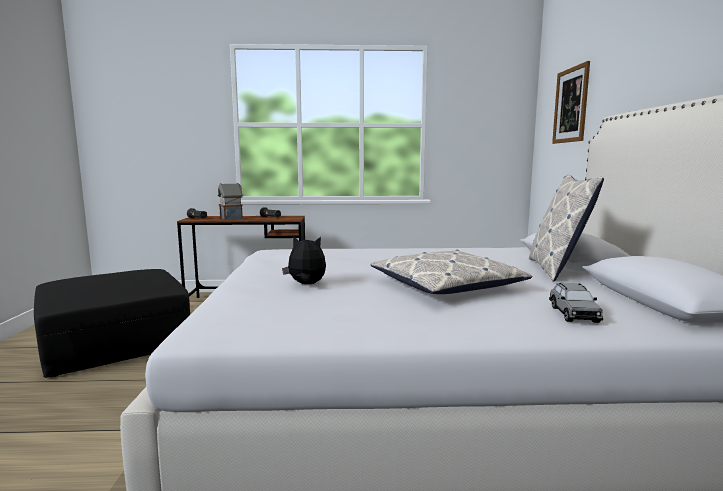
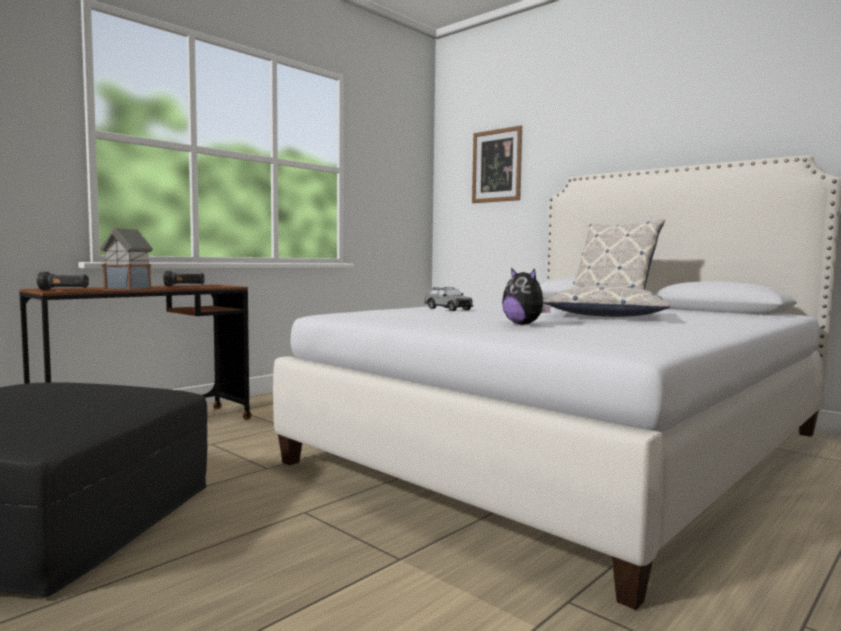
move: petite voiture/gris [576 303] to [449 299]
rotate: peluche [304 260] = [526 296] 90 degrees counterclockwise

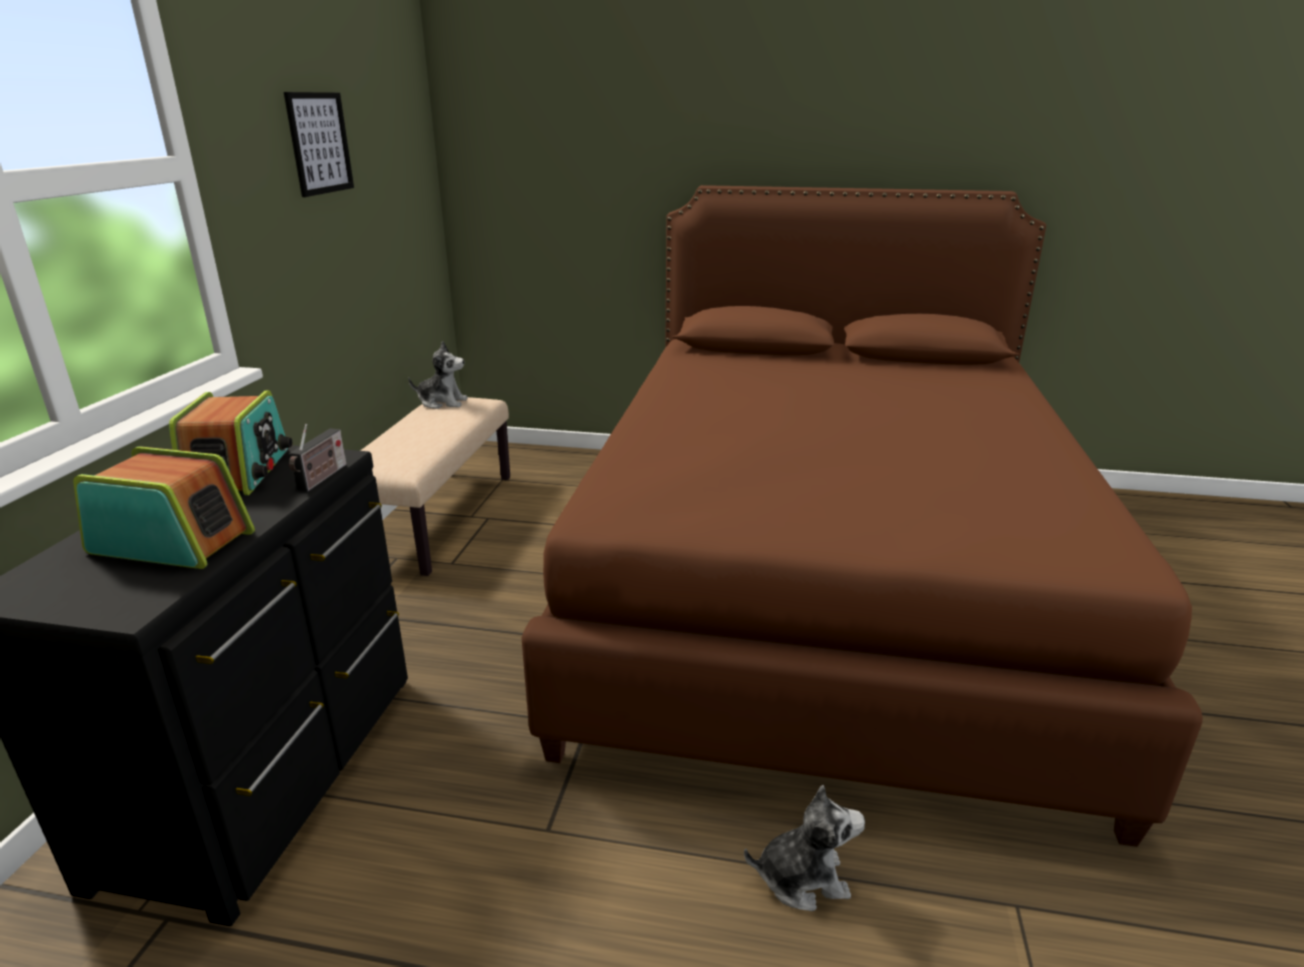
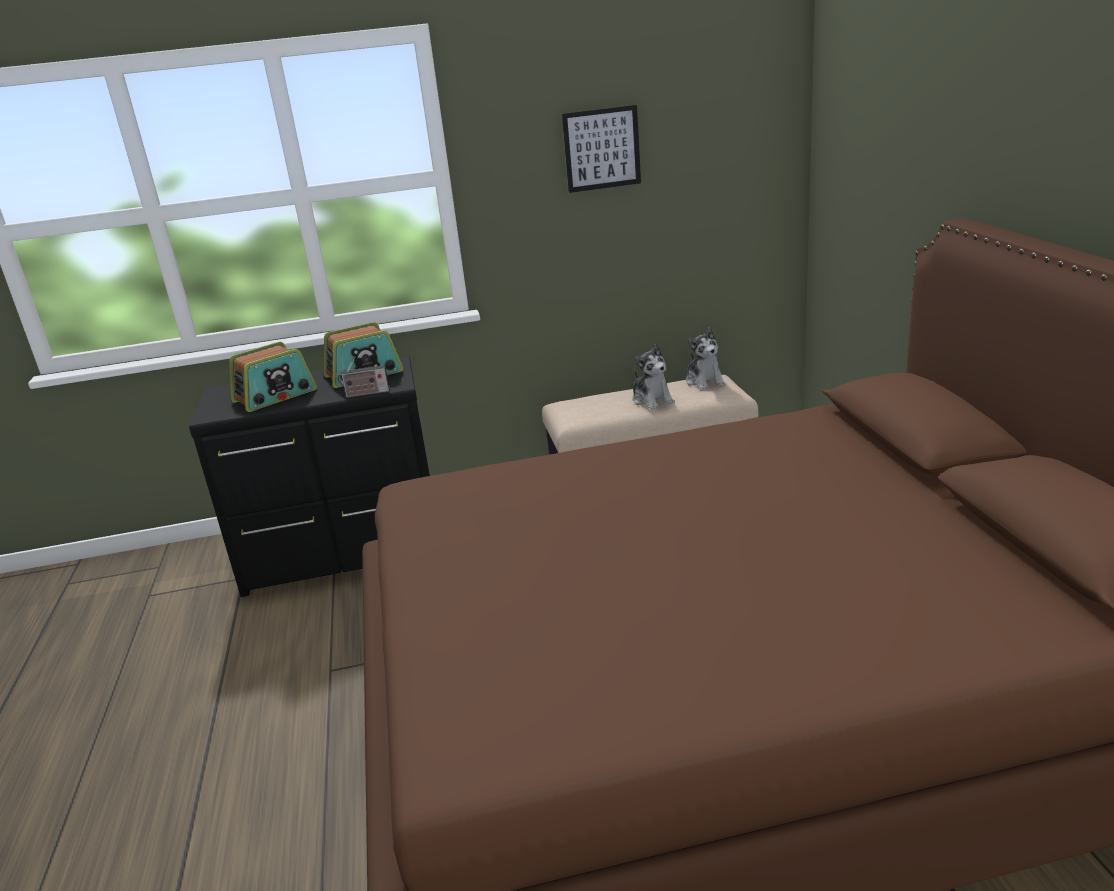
move: peluche [804 848] to [653 377]
rotate: radio [164 507] = [273 377] 60 degrees clockwise

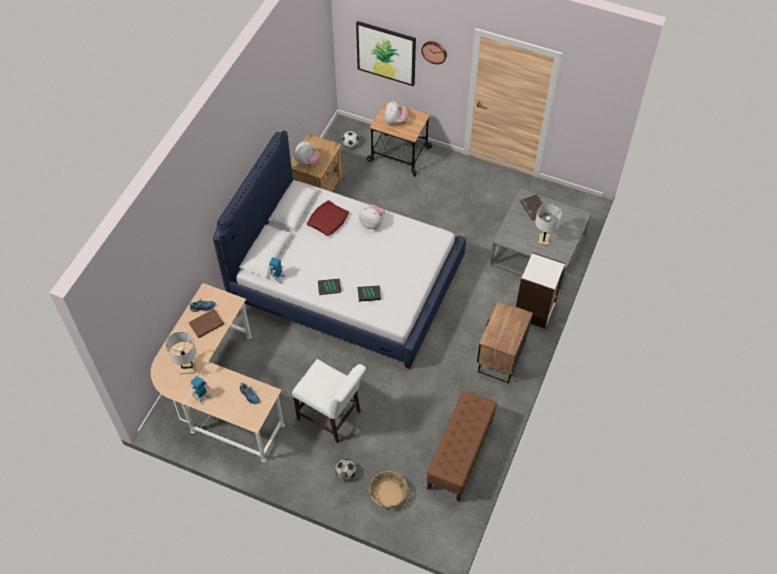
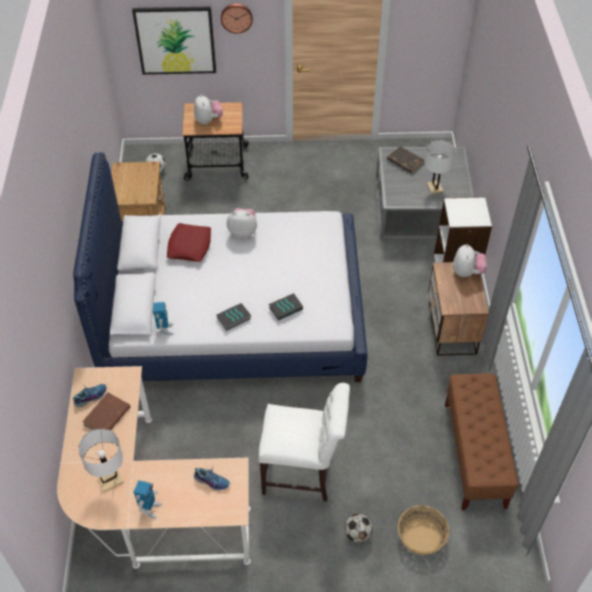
move: peluche [307 153] to [470 260]

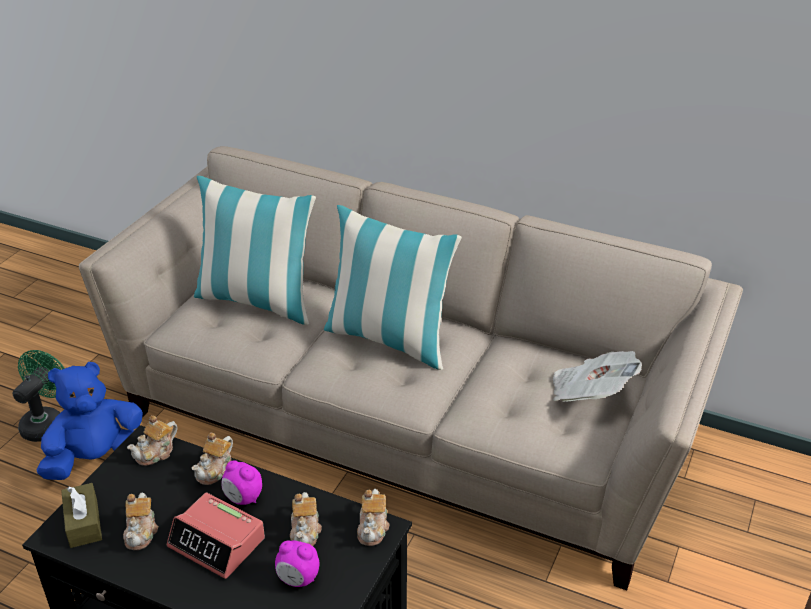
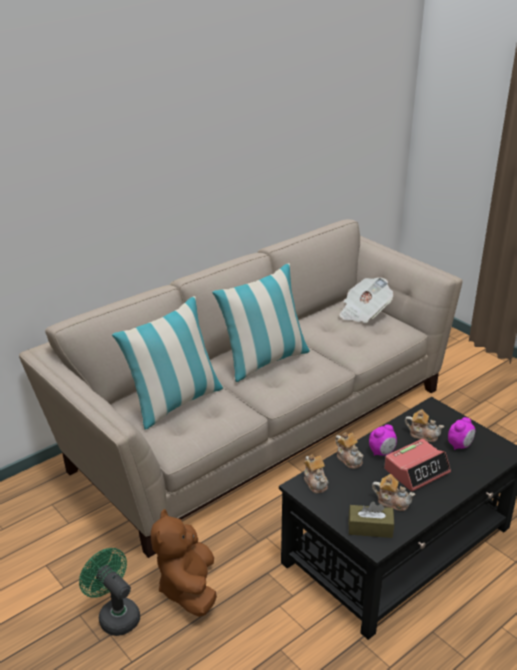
delete: théière [373 517]
recolor: peluche/bleu [89 421] to peluche/marron [184 563]

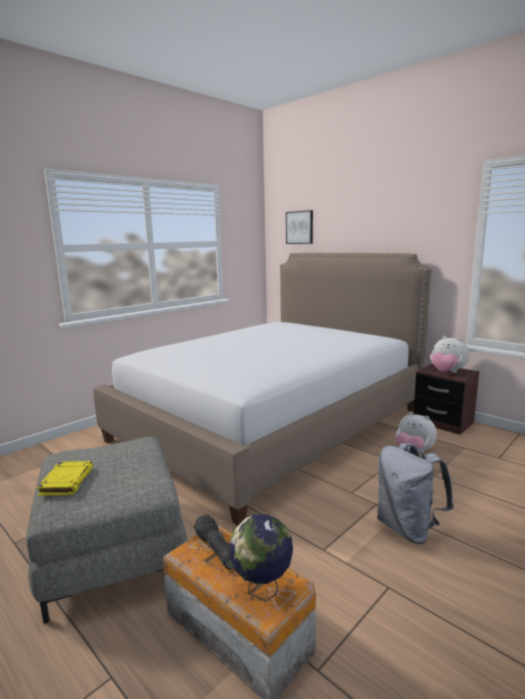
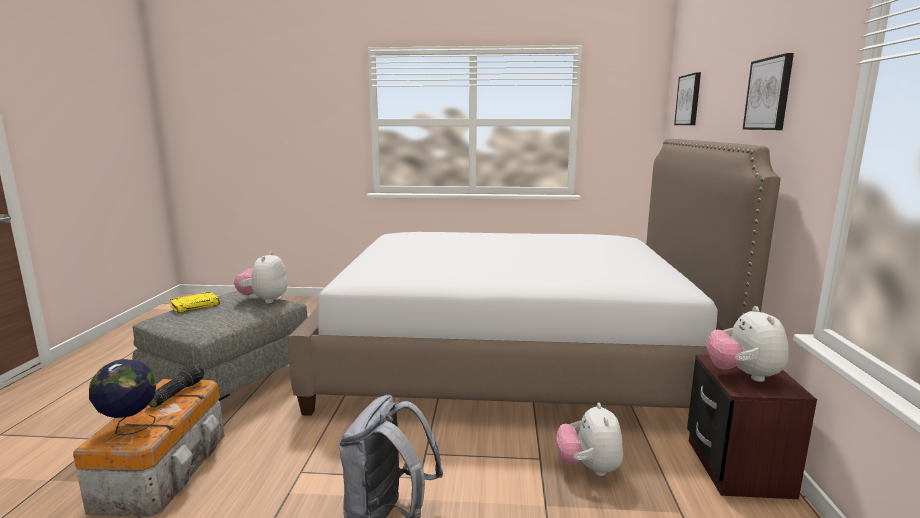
insert: peluche [261 277]; tableau [768 91]

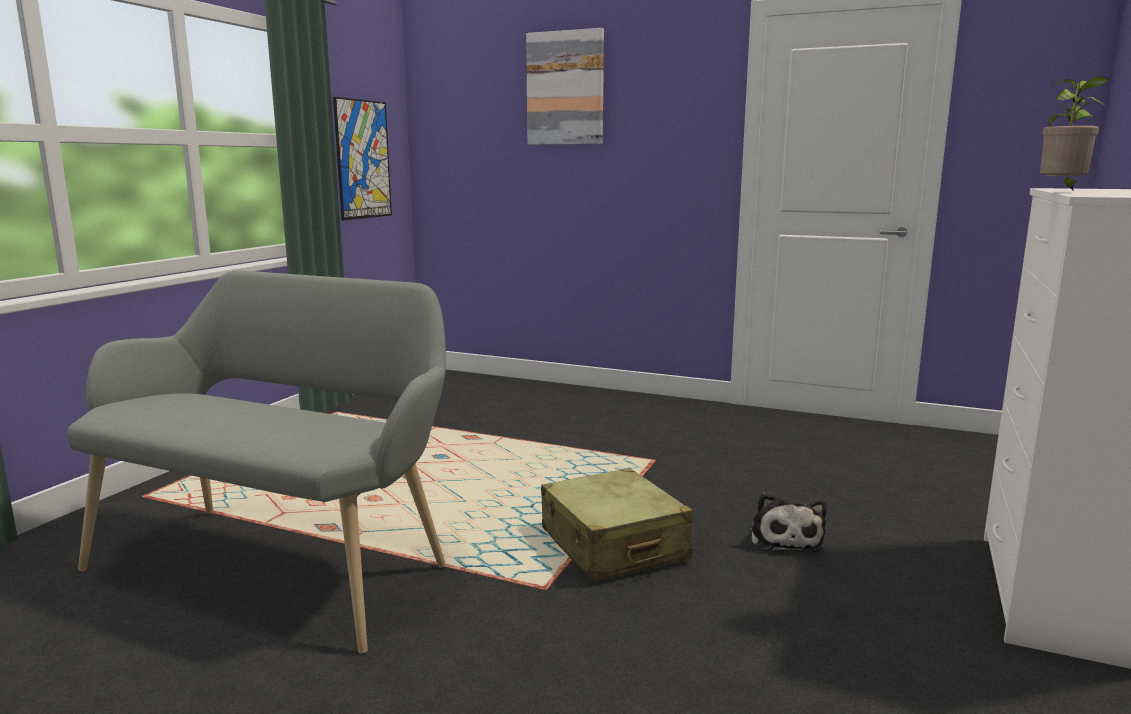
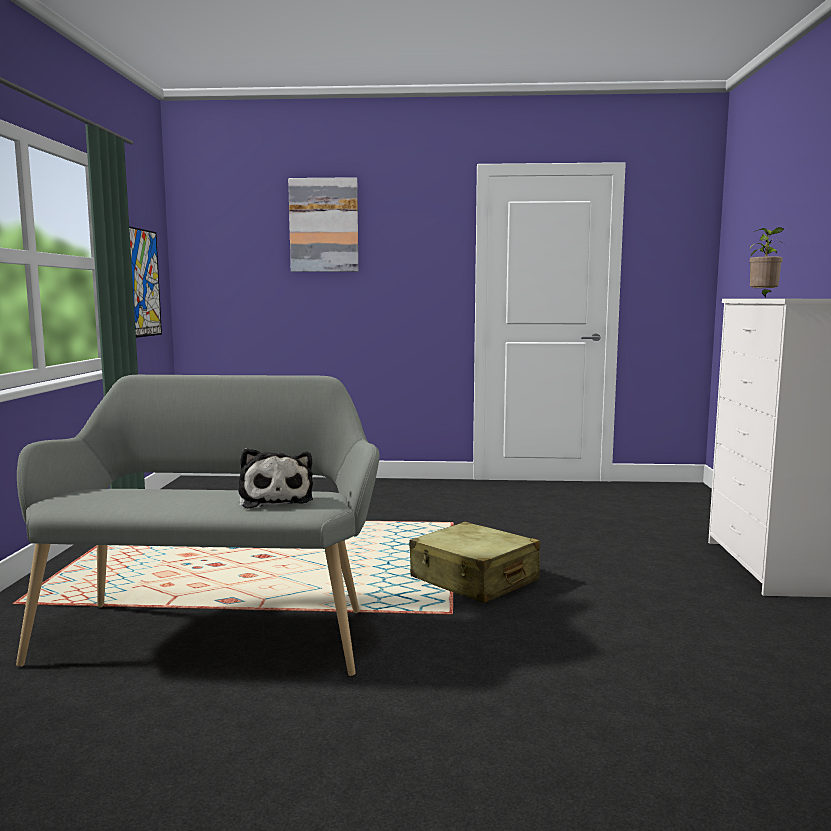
move: peluche [789 522] to [275 478]

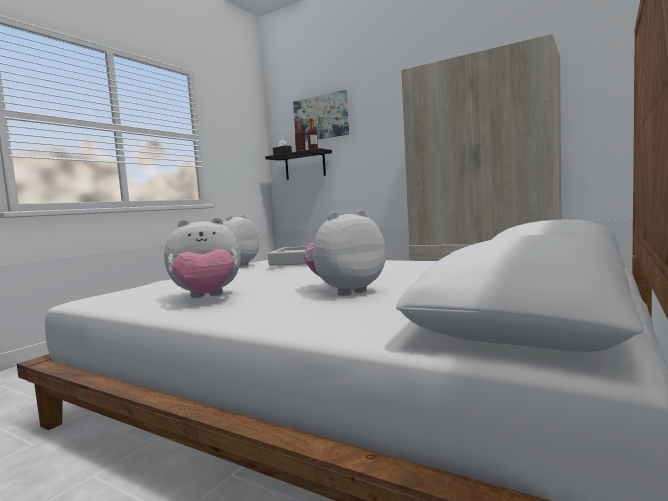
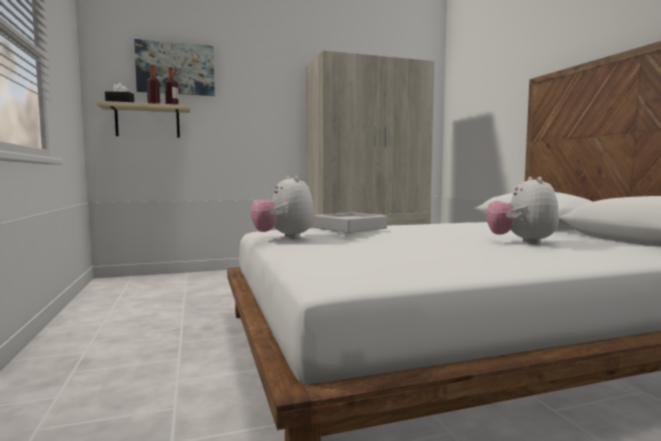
delete: peluche [202 257]
recolor: étagère/noir [298 164] to étagère/beige [143 119]

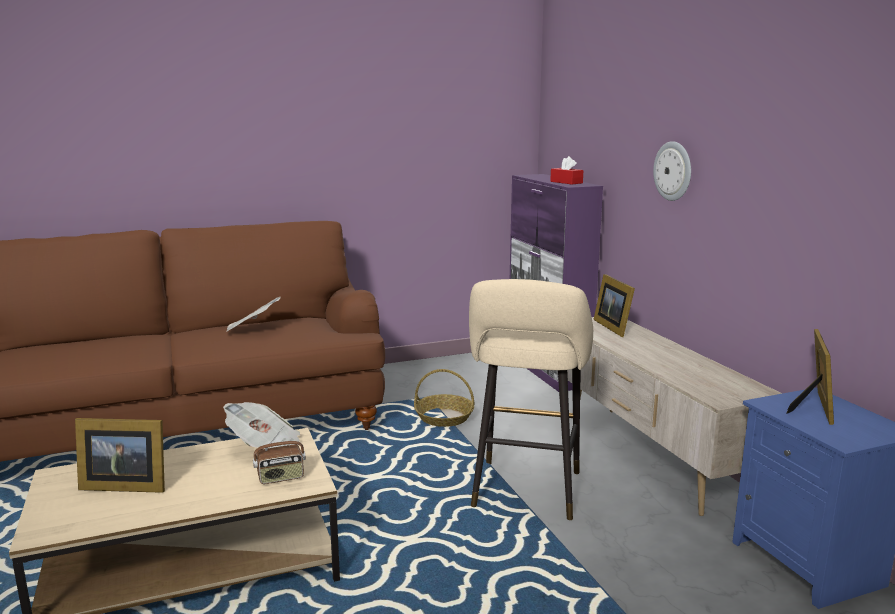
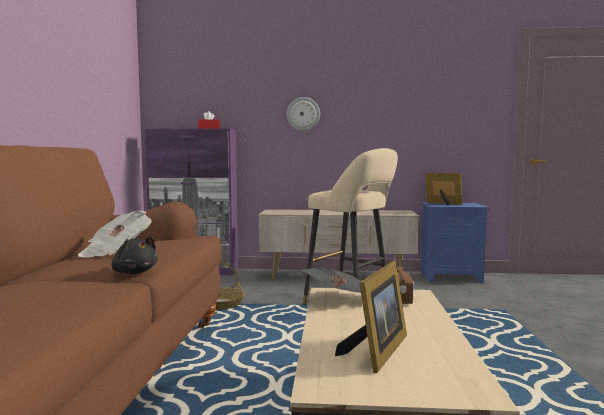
delete: cadre photo [614 305]
insert: peluche/noir [134 255]

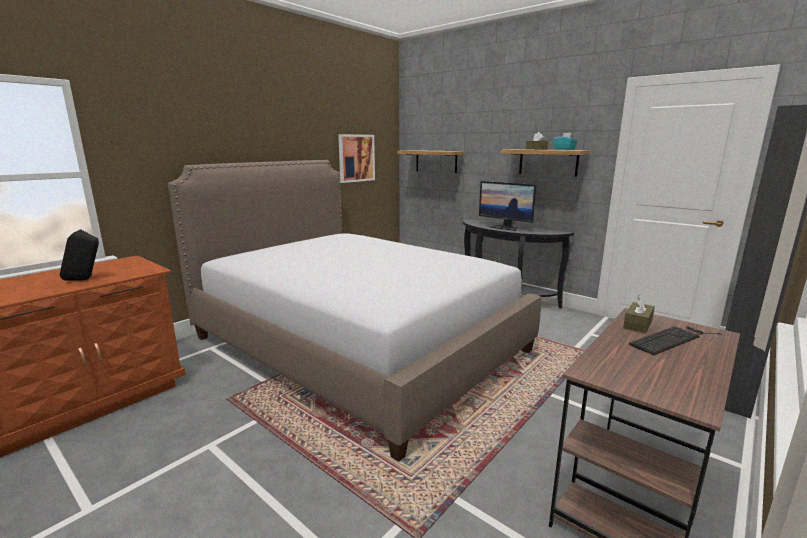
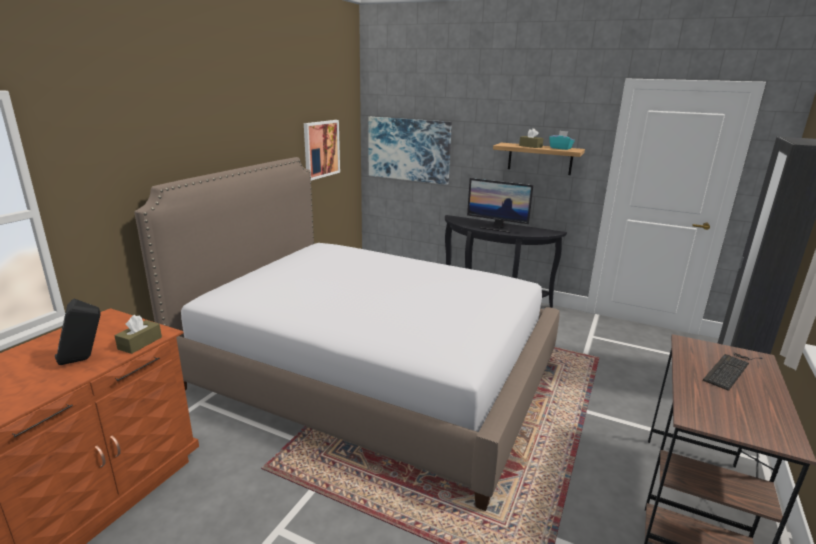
move: boîte à mouchoirs/marron [639 313] to [138 334]
replace: étagère [430 161] to tableau [410 151]

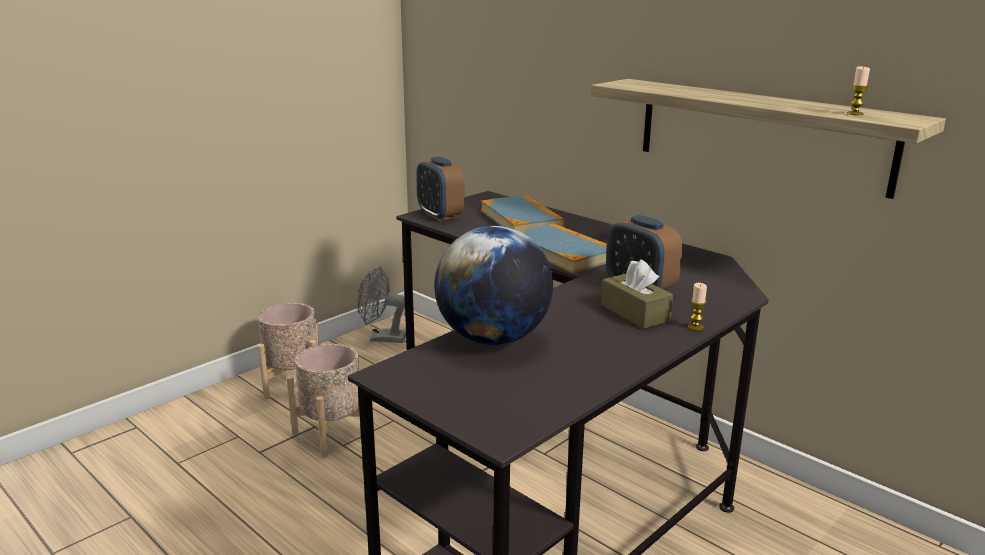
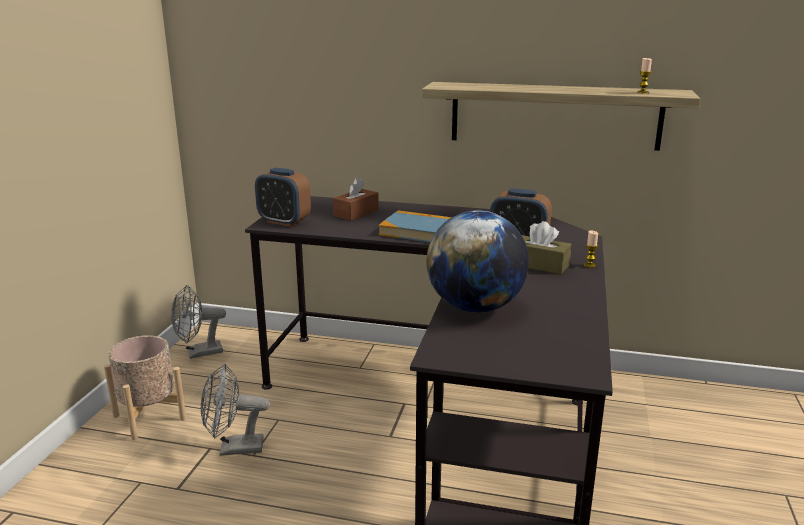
replace: cache-pot/beige [323 401] to ventilateur/gris [235 410]; livre [522 213] to boîte à mouchoirs/marron [356 199]

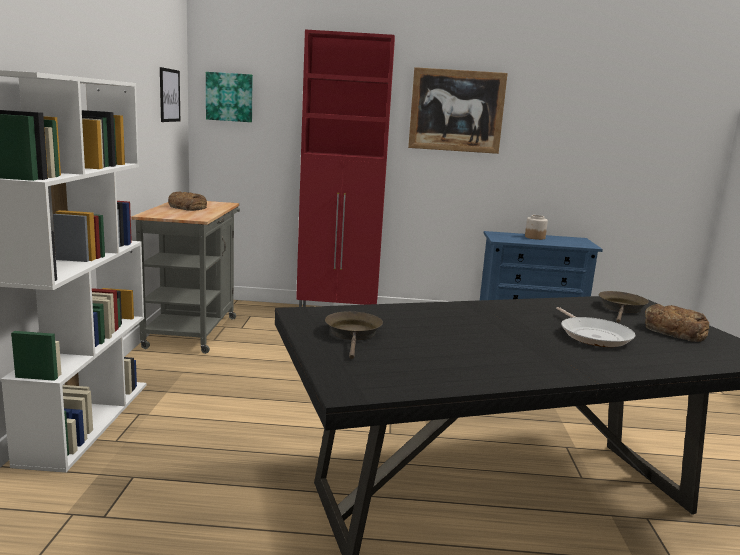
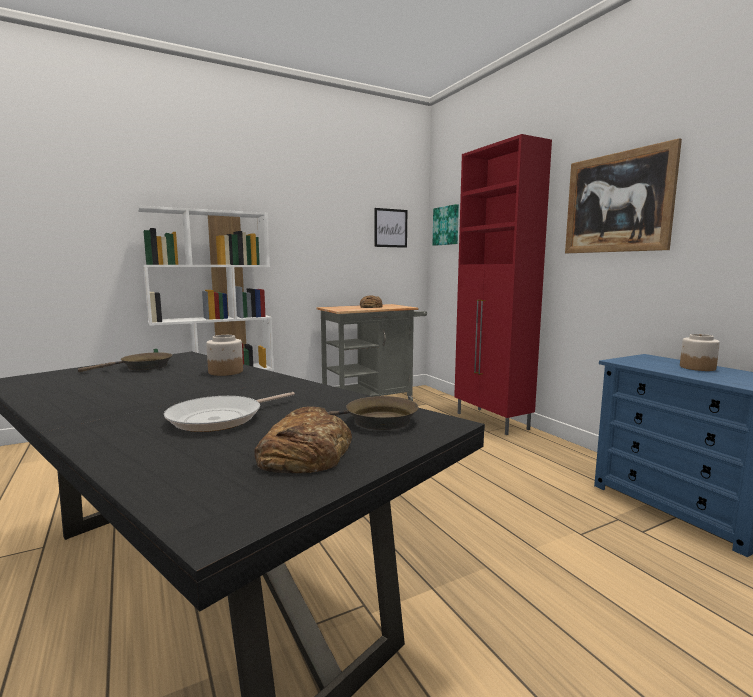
insert: bocal [224 355]

